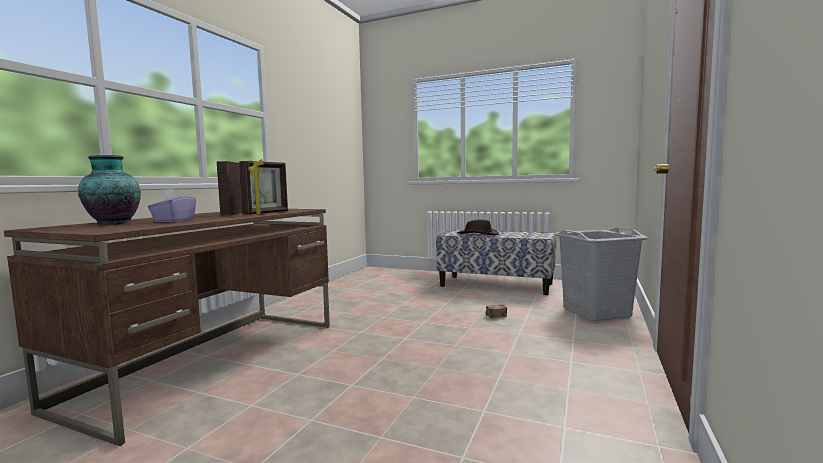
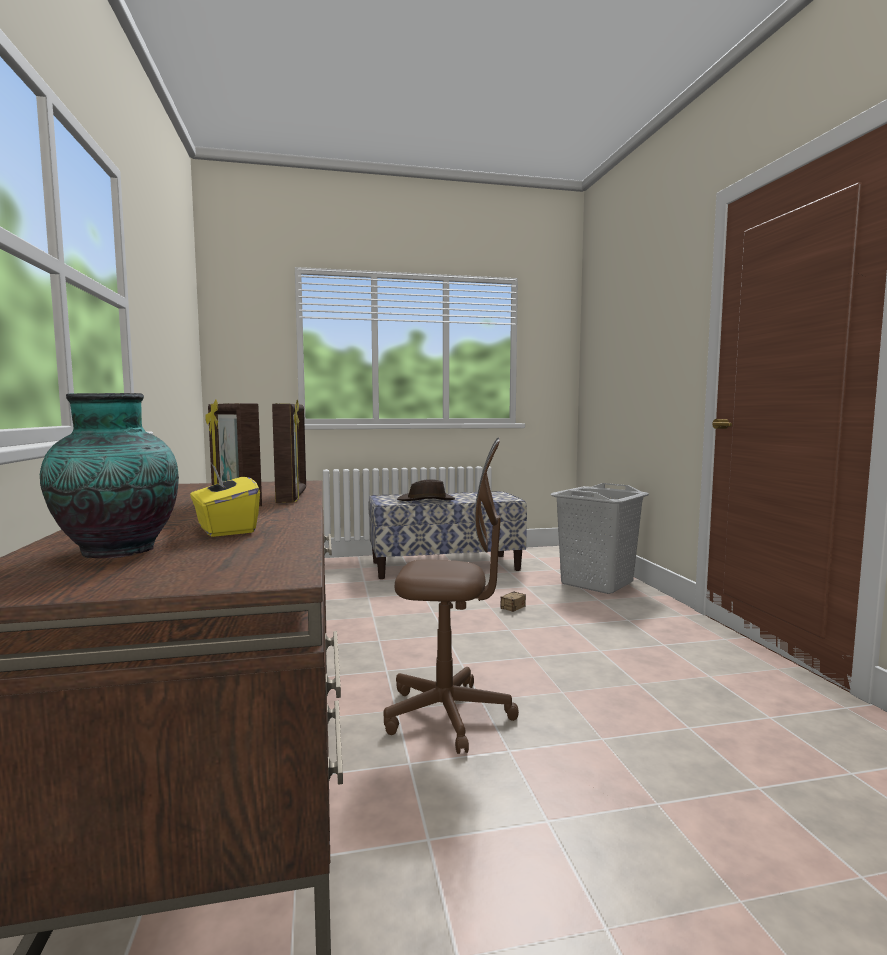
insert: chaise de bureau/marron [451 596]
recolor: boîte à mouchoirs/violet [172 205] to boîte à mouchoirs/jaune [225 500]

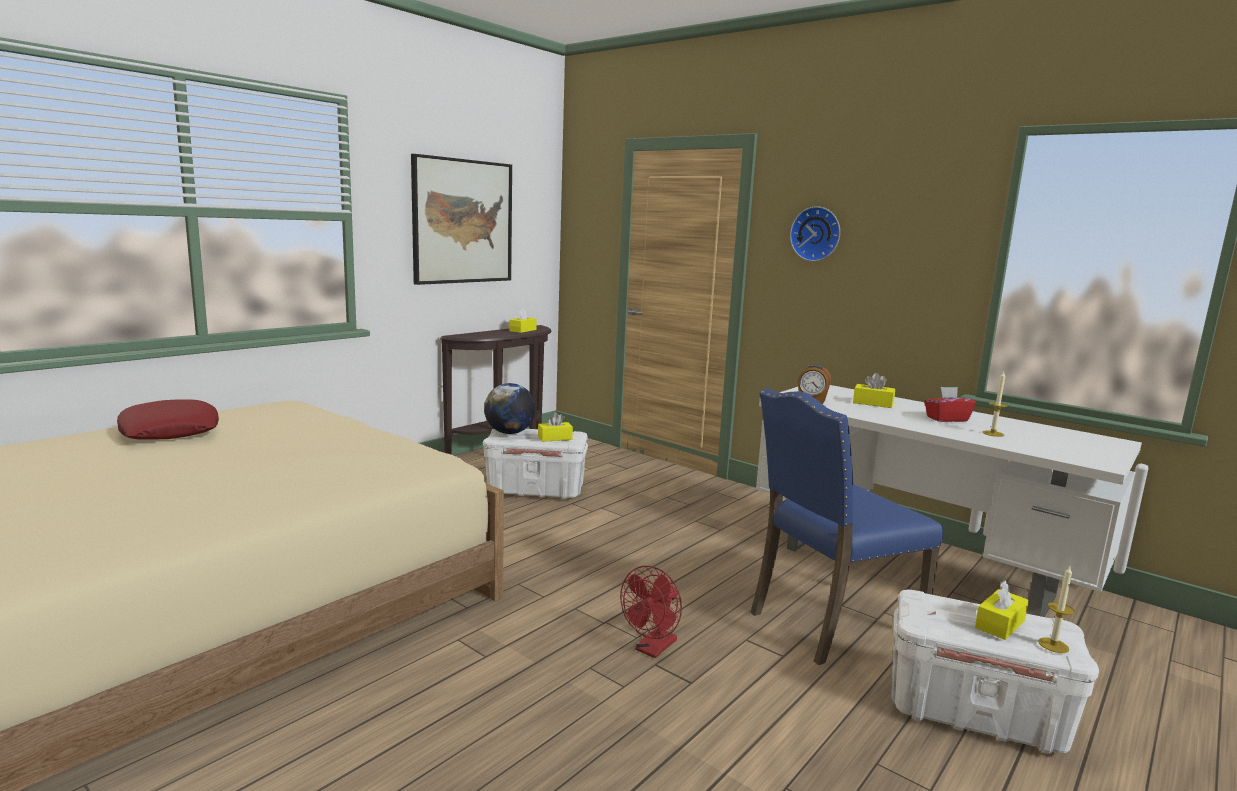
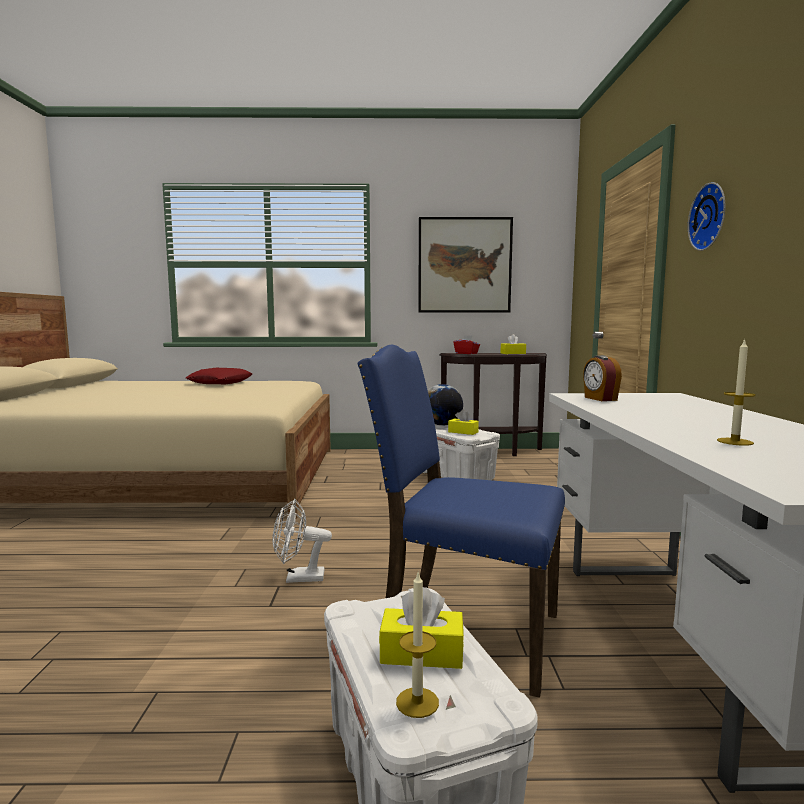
delete: boîte à mouchoirs/jaune [874 390]
move: boîte à mouchoirs/rouge [950 404] to [466 344]
recolor: ventilateur/rouge [651 612] to ventilateur/blanc [302 541]

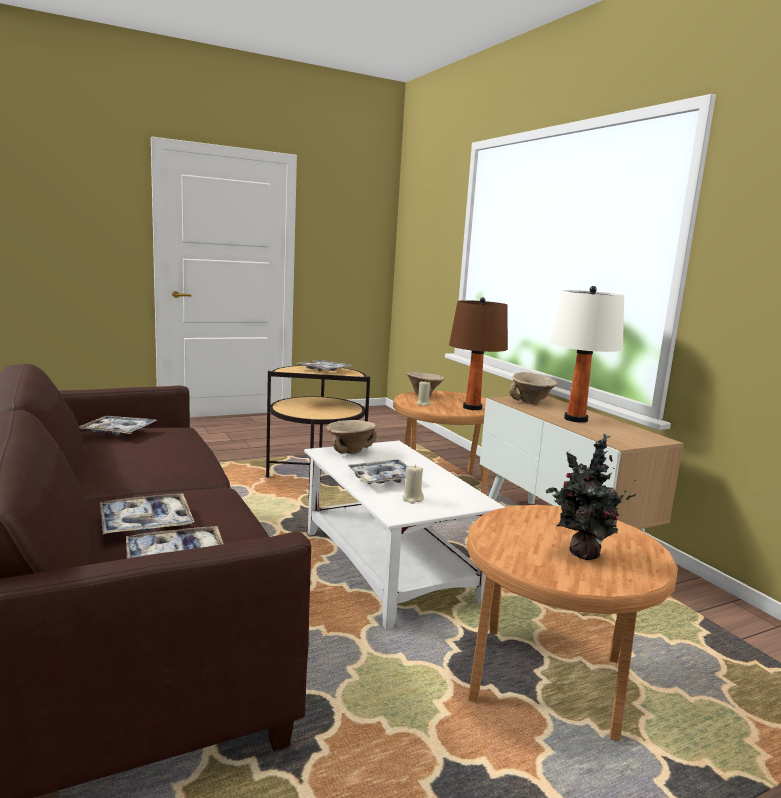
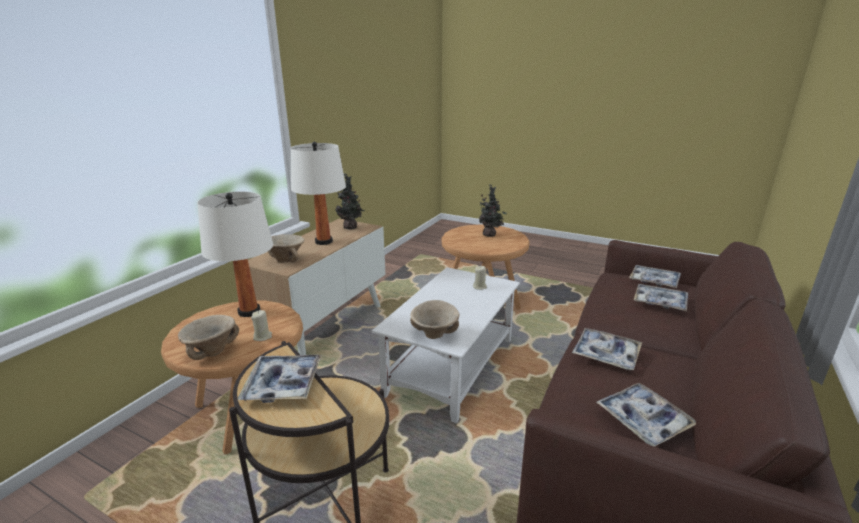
insert: plante en pot [350 201]
move: plateau [385 472] to [607 349]
recolor: lampe de table/marron [478 353] to lampe de table/blanc [235 254]

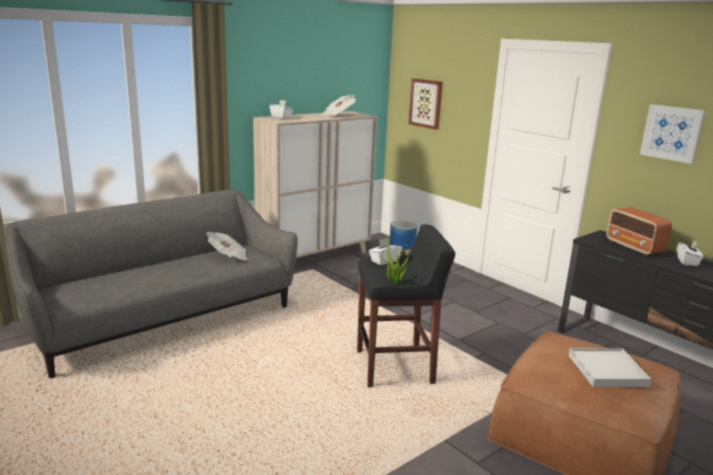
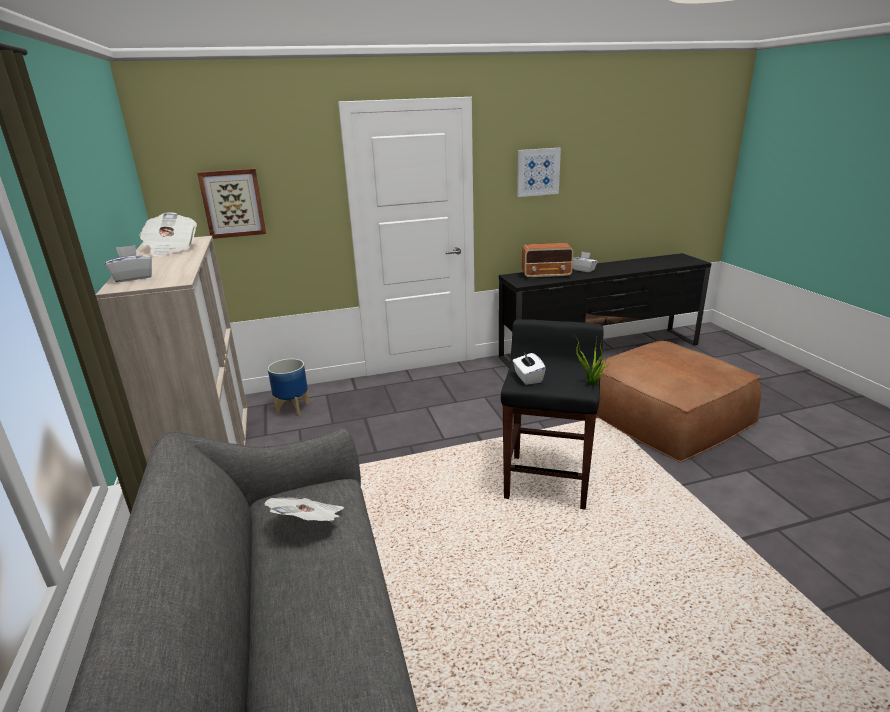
delete: plateau/blanc [610 367]

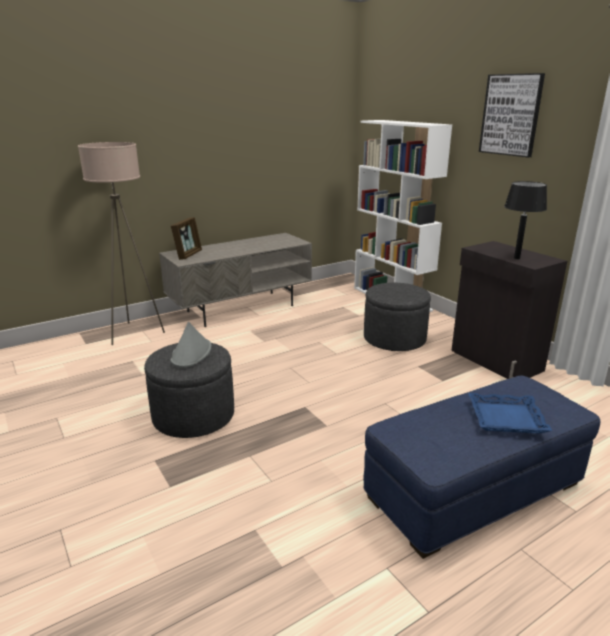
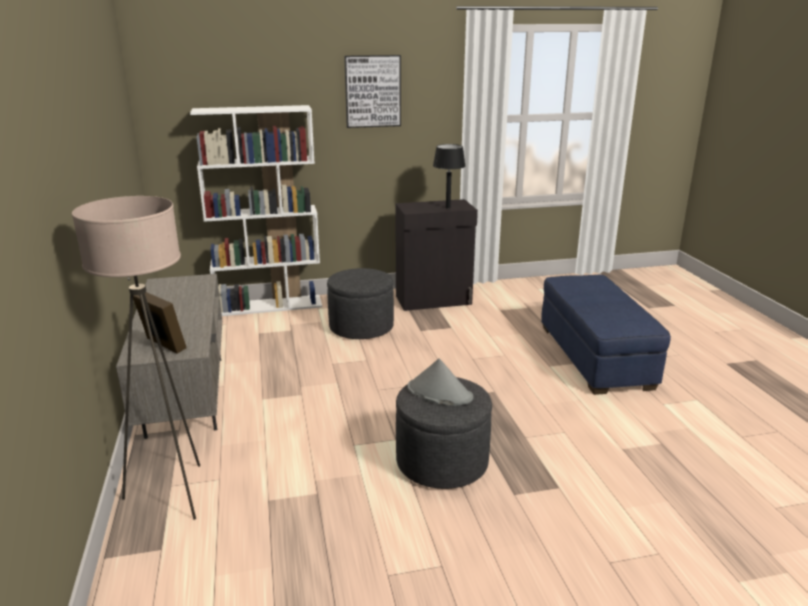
delete: plateau/bleu [510 413]

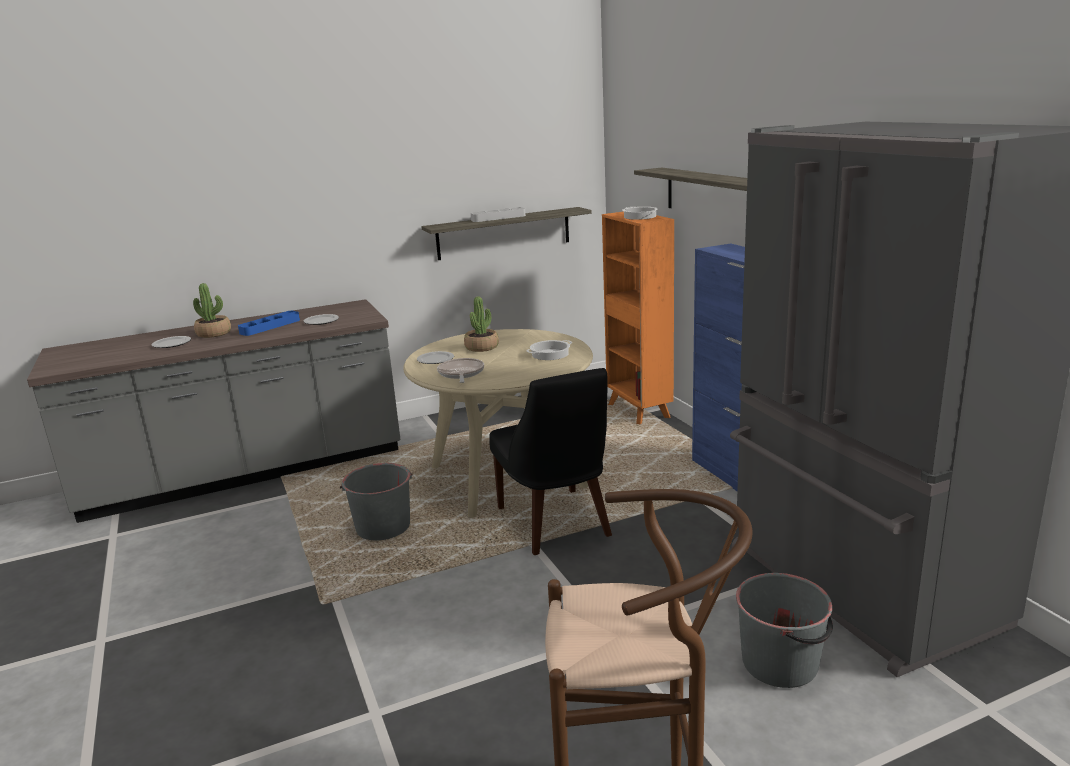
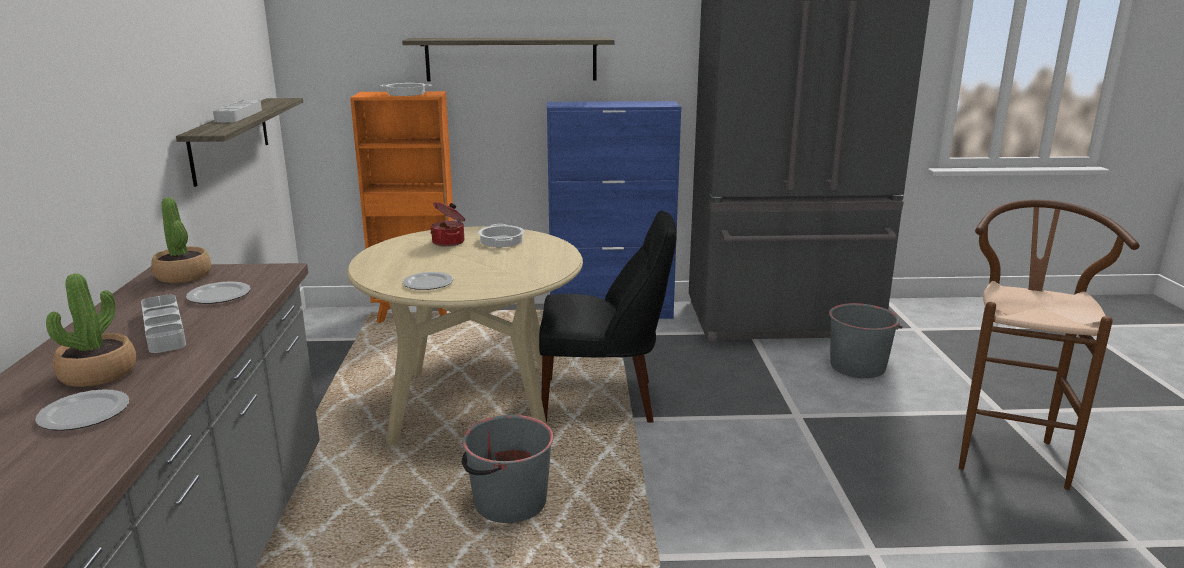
delete: poêle [460 370]
insert: marmite [447 224]
move: plante en pot [481 324] to [181 240]
recolor: plateau/bleu [269 323] to plateau/gris [163 324]

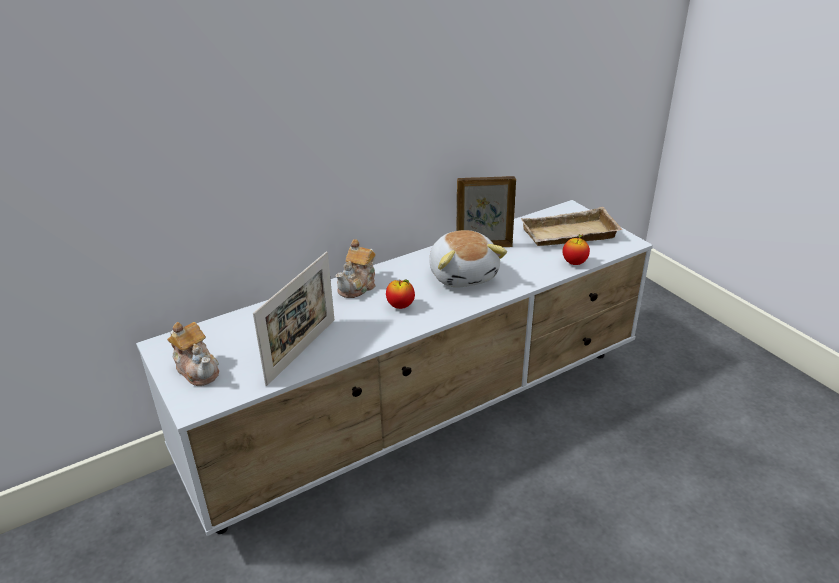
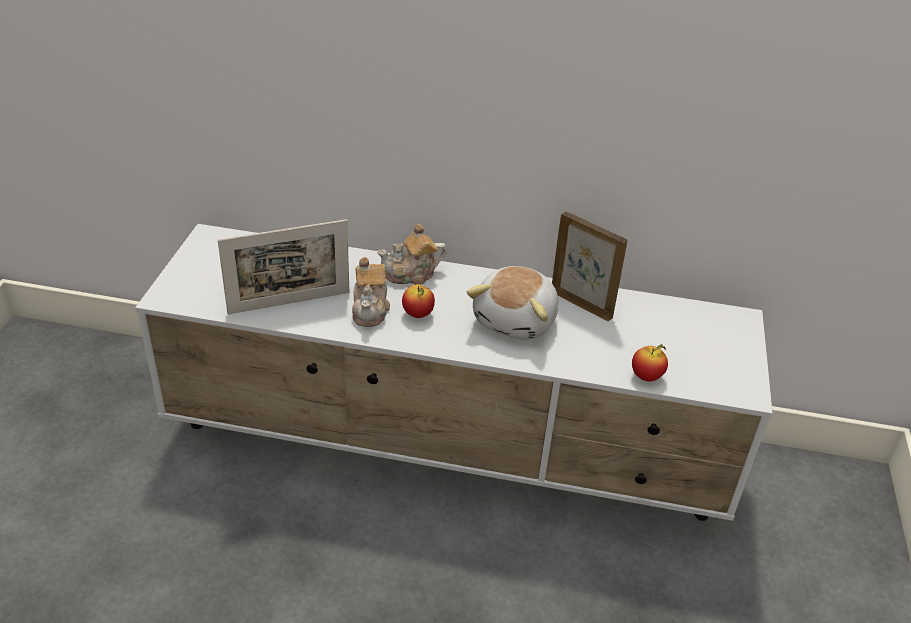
delete: plateau/beige [572 226]
move: théière [193 354] to [371 292]

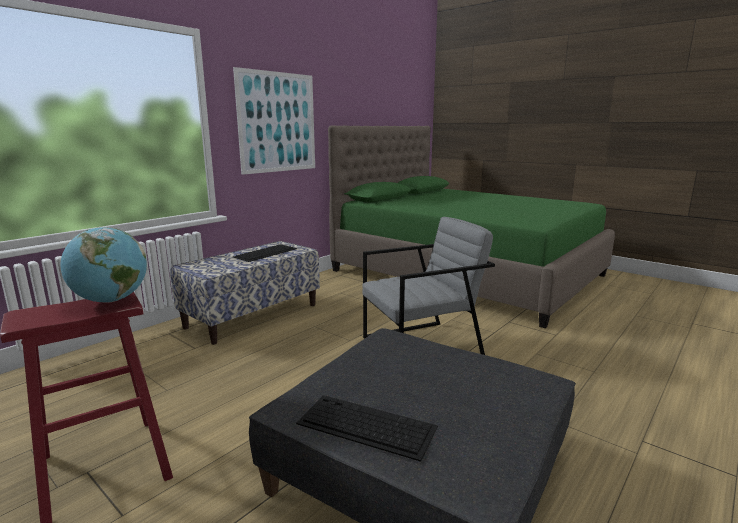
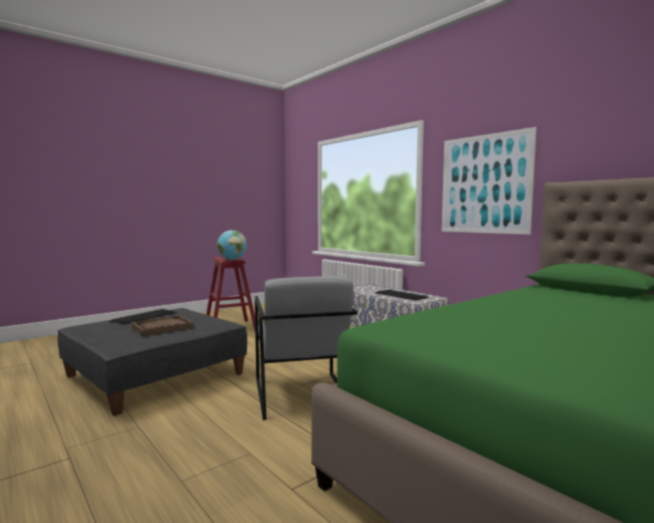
insert: plateau/marron [163 325]

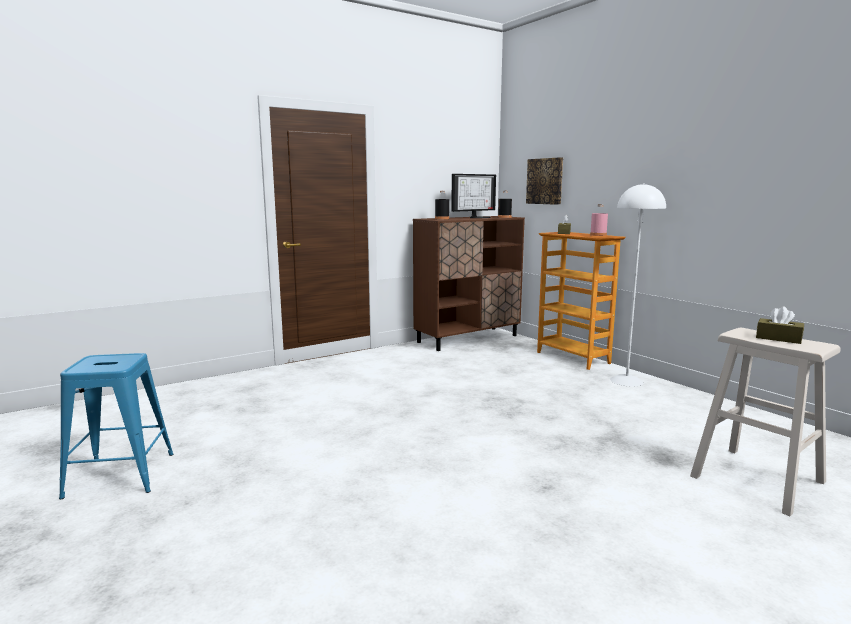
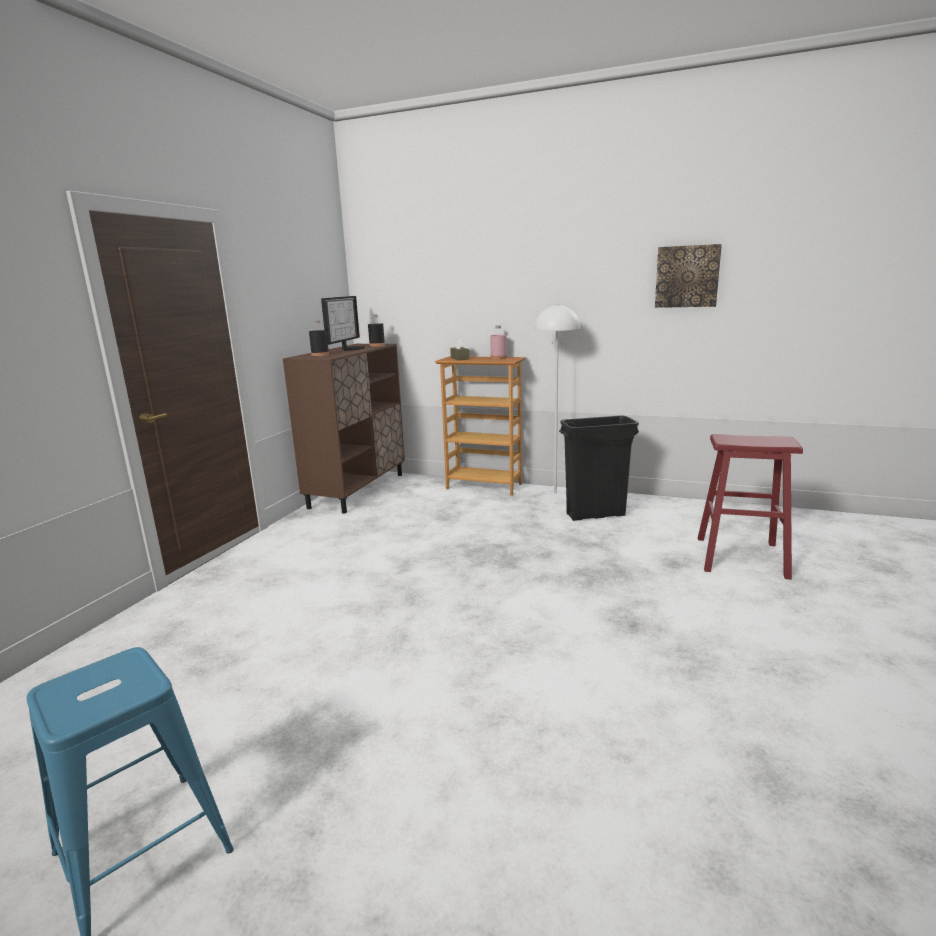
delete: boîte à mouchoirs/marron [780 325]
insert: poubelle/noir [599 468]
move: tableau [544 181] to [688 276]
recolor: tabouret/beige [765 422] to tabouret/rouge [750 507]

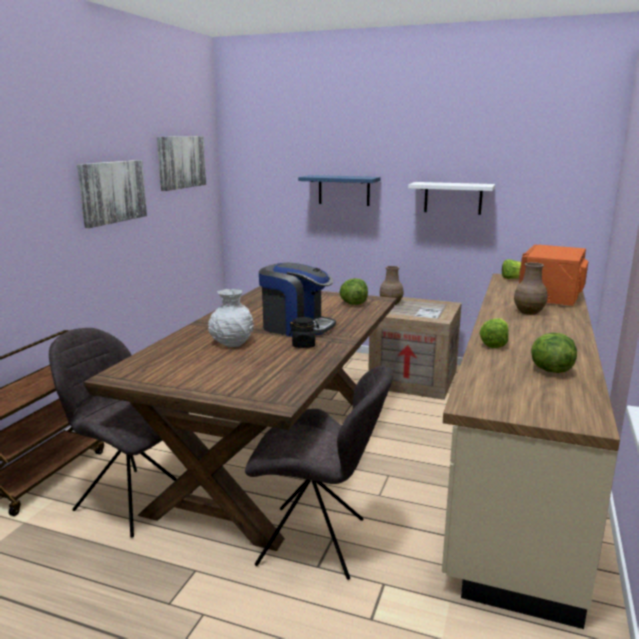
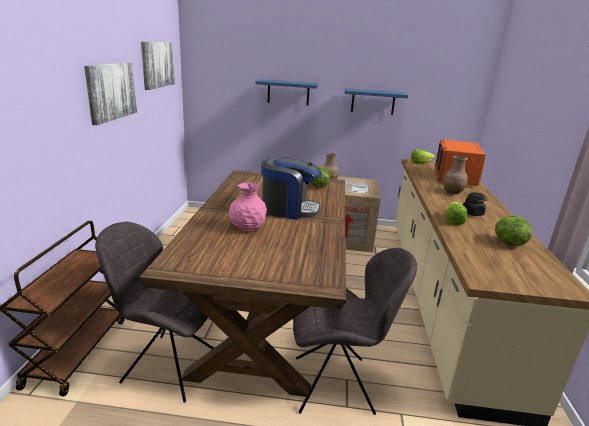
move: bocal/noir [304 332] to [475 204]
recolor: vase/blanc [231 318] to vase/rose [248 207]; étagère/blanc [451 198] to étagère/bleu [376 101]

